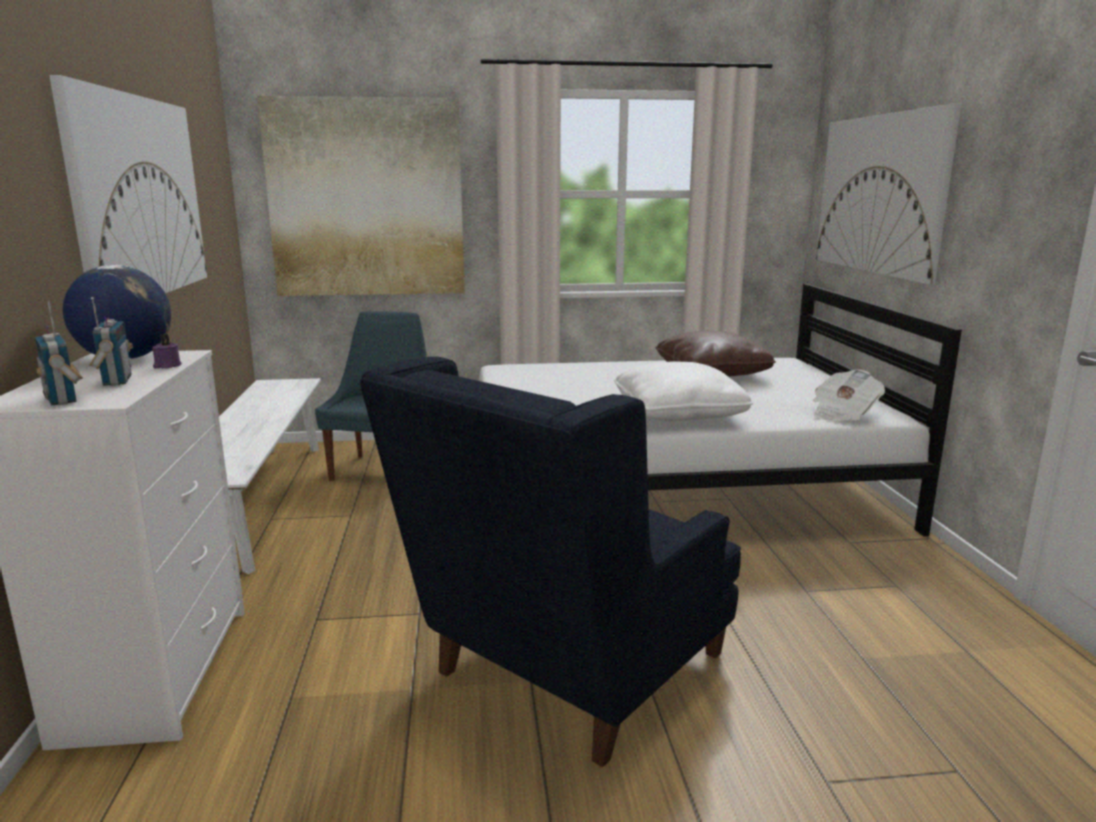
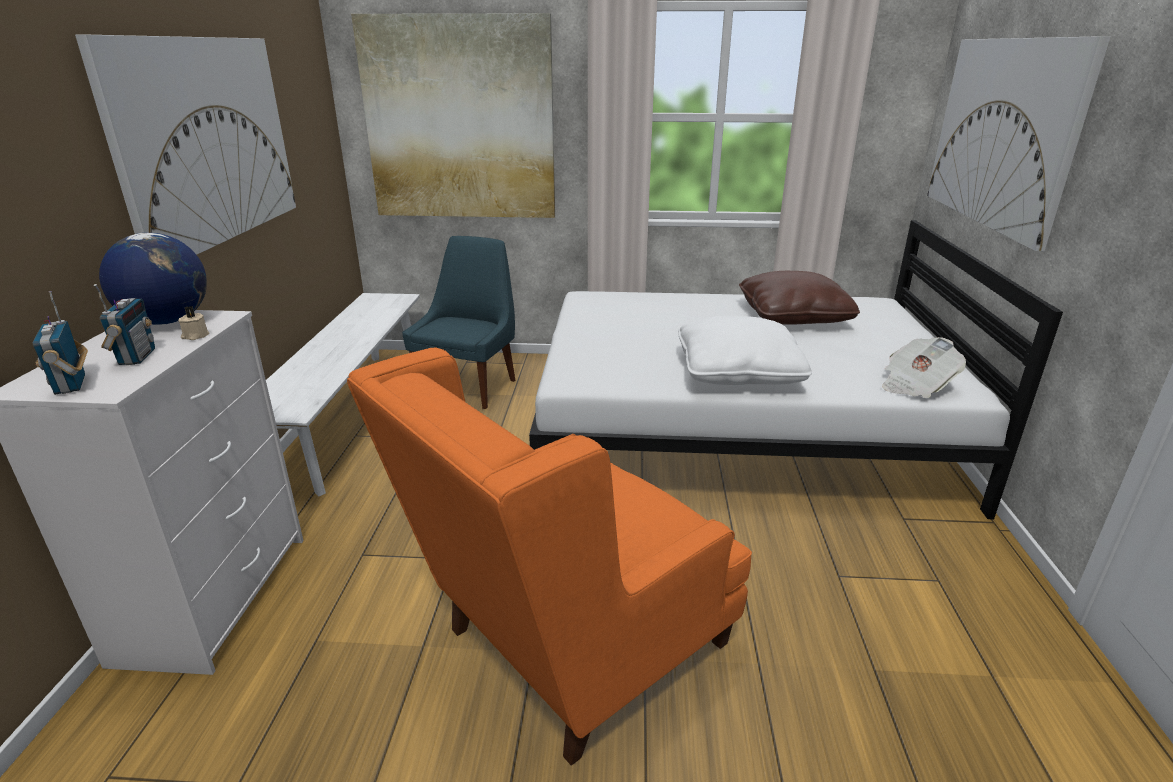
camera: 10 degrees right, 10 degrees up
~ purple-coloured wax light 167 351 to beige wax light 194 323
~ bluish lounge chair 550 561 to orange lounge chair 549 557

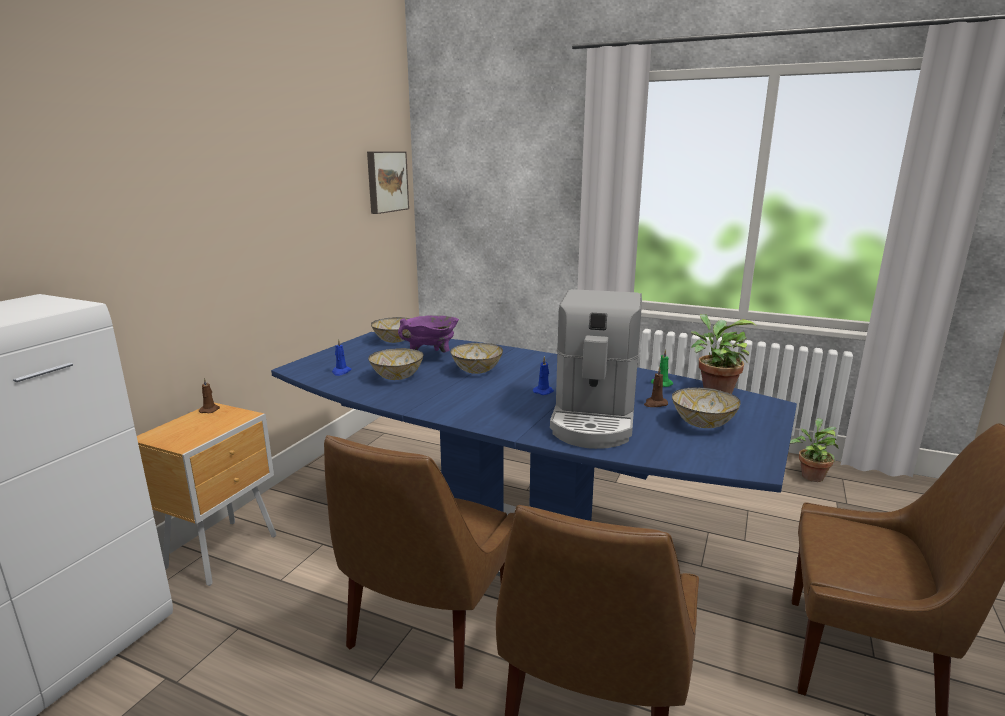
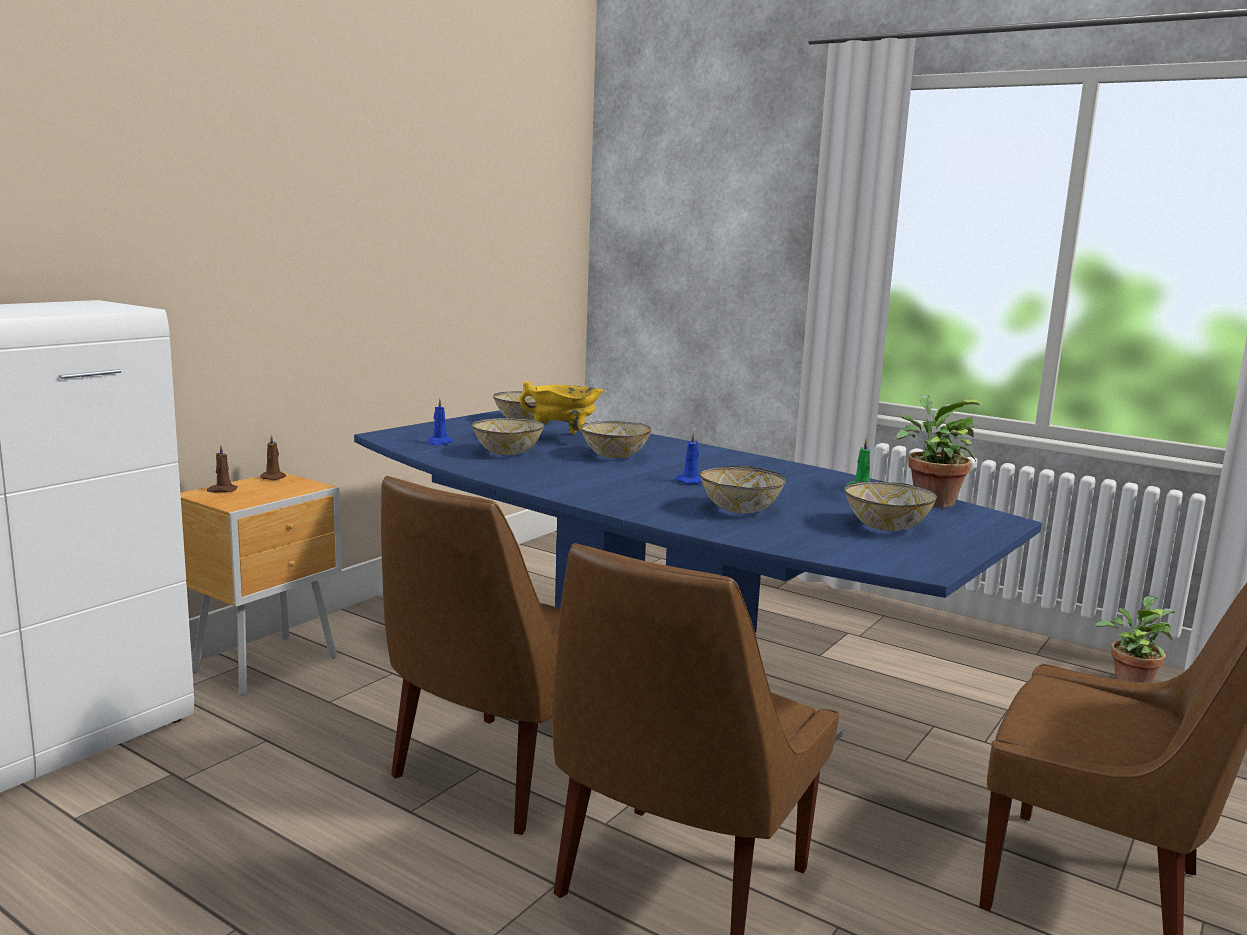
camera: 10 degrees right, 5 degrees down
- wall picture 388 183
~ brown wax light 656 387 to 222 468
~ coffee maker 596 369 to bowl 743 489
~ purple-coloured saucepot 428 334 to yellow saucepot 561 407

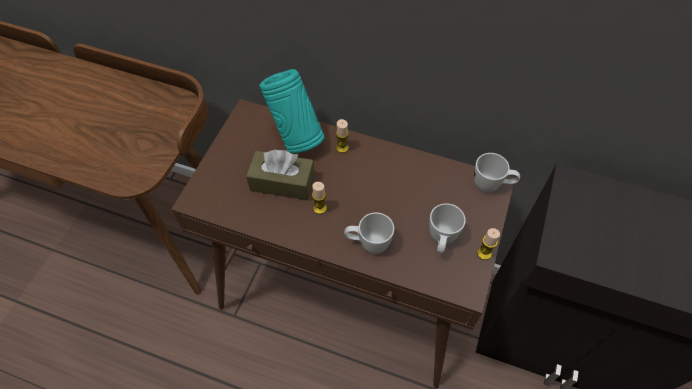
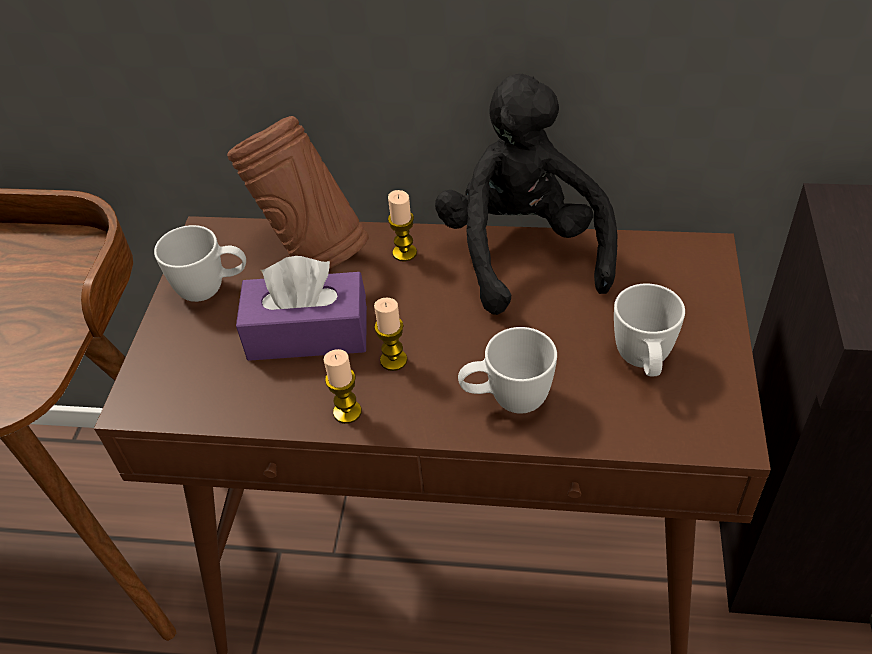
camera: 10 degrees left, 10 degrees down
+ blackish plush toy 526 194
~ white-coloured tea mug 497 172 to 200 263
~ wax light 488 244 to 343 386
~ brown tissue box 280 175 to purple-coloured tissue box 301 308
~ turquoise-coloured decorative vase 291 111 to brown decorative vase 298 192

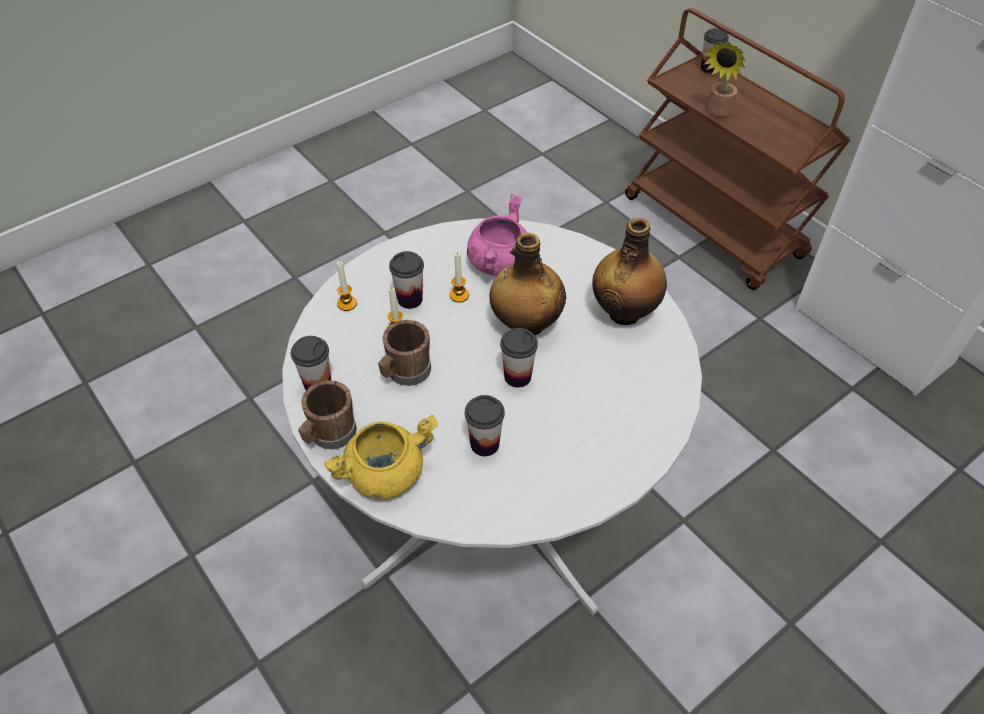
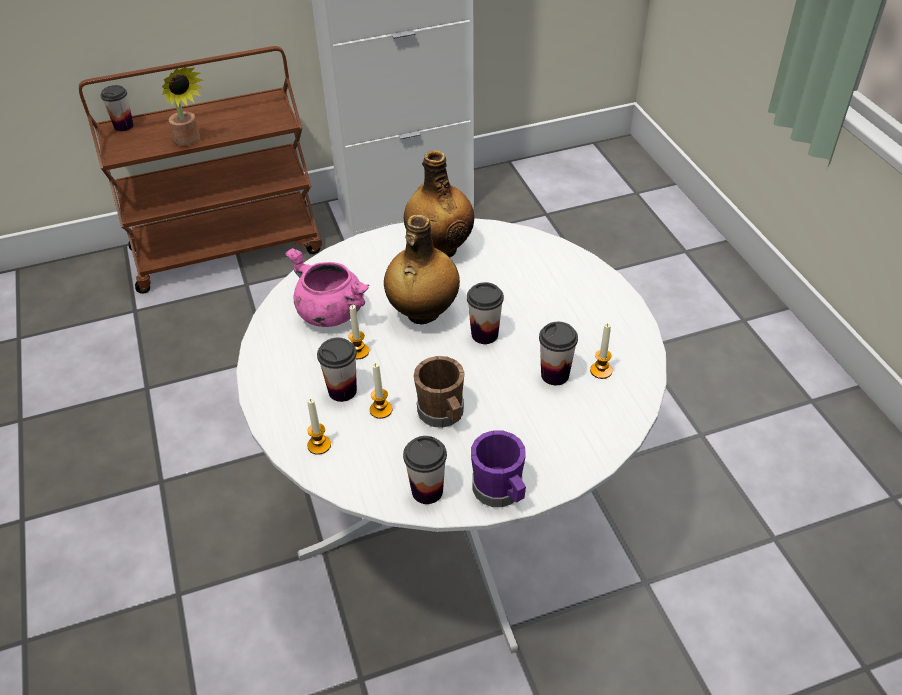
camera: 70 degrees left, 5 degrees down
- yellow saucepot 381 456
+ wax light 601 351
~ brown tea mug 327 415 to purple-coloured tea mug 498 468

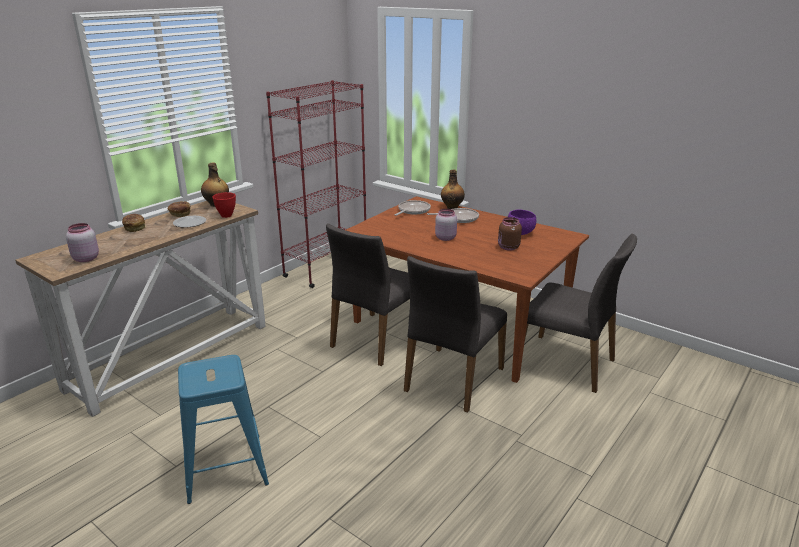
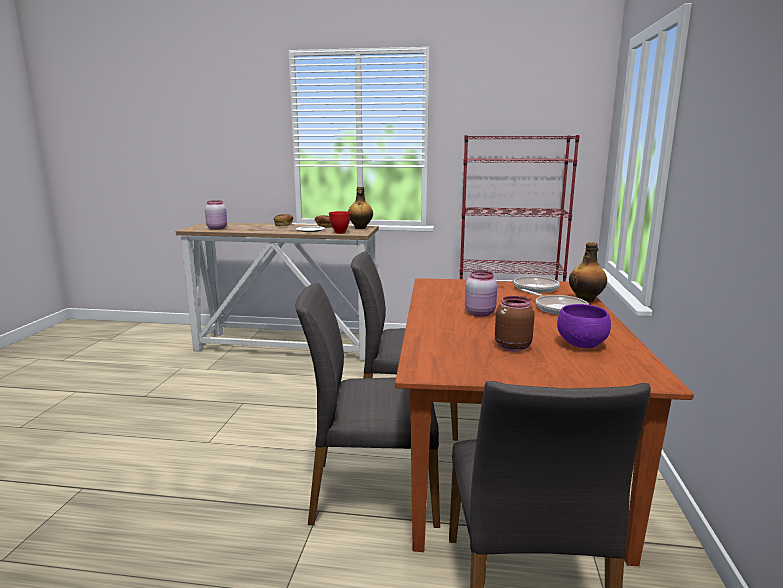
camera: 60 degrees right, 10 degrees down
- bluish stool 223 429

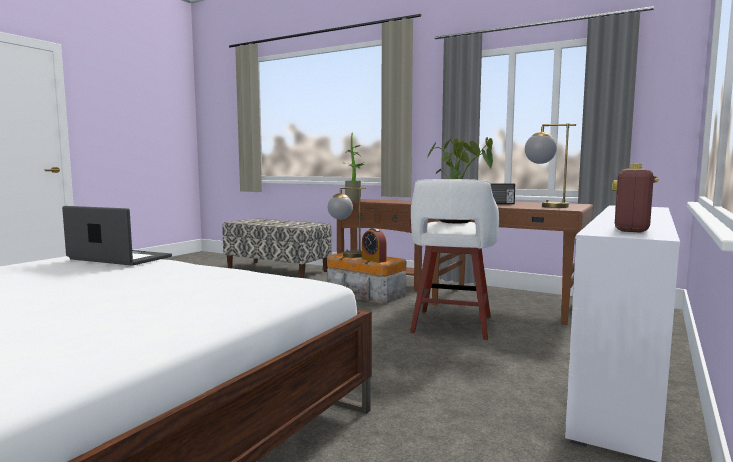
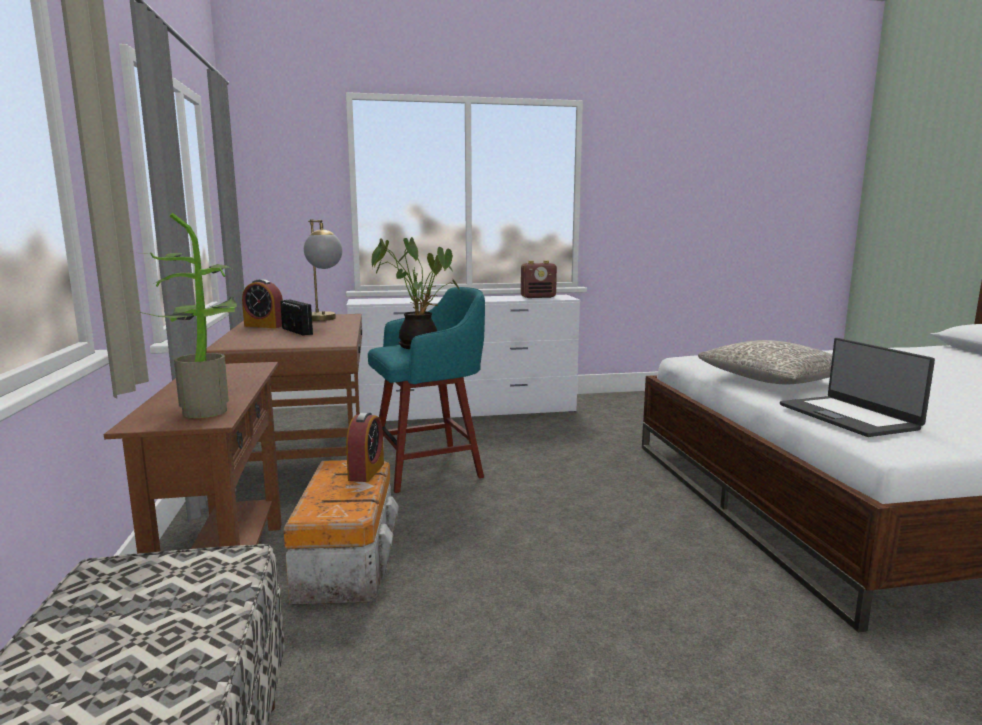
camera: 130 degrees left, 5 degrees up
- tabletop lamp 347 222
+ bedside clock 262 303
+ grey throw pillow 765 362
~ white-coloured stool 454 259 to turquoise-coloured stool 426 390

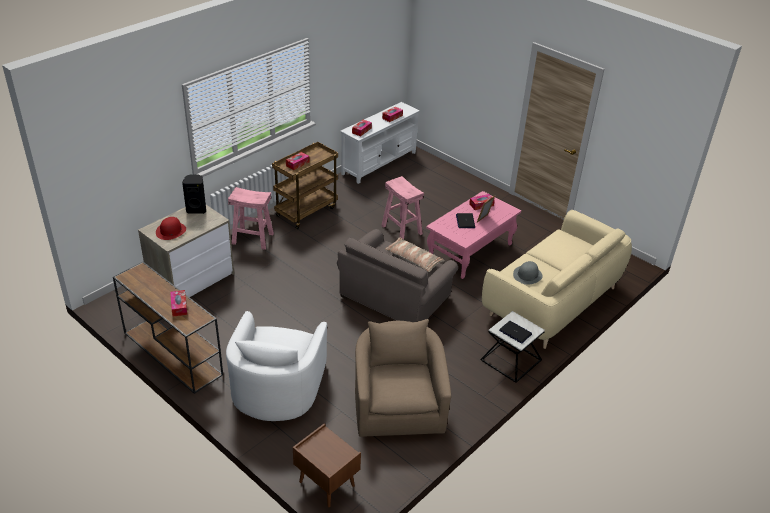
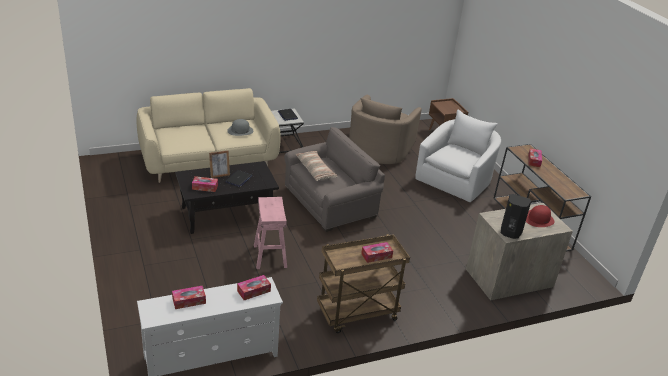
camera: 155 degrees left, 5 degrees down
- pink-coloured stool 251 218
~ pink-coloured coffee table 473 235 to blackish coffee table 227 197

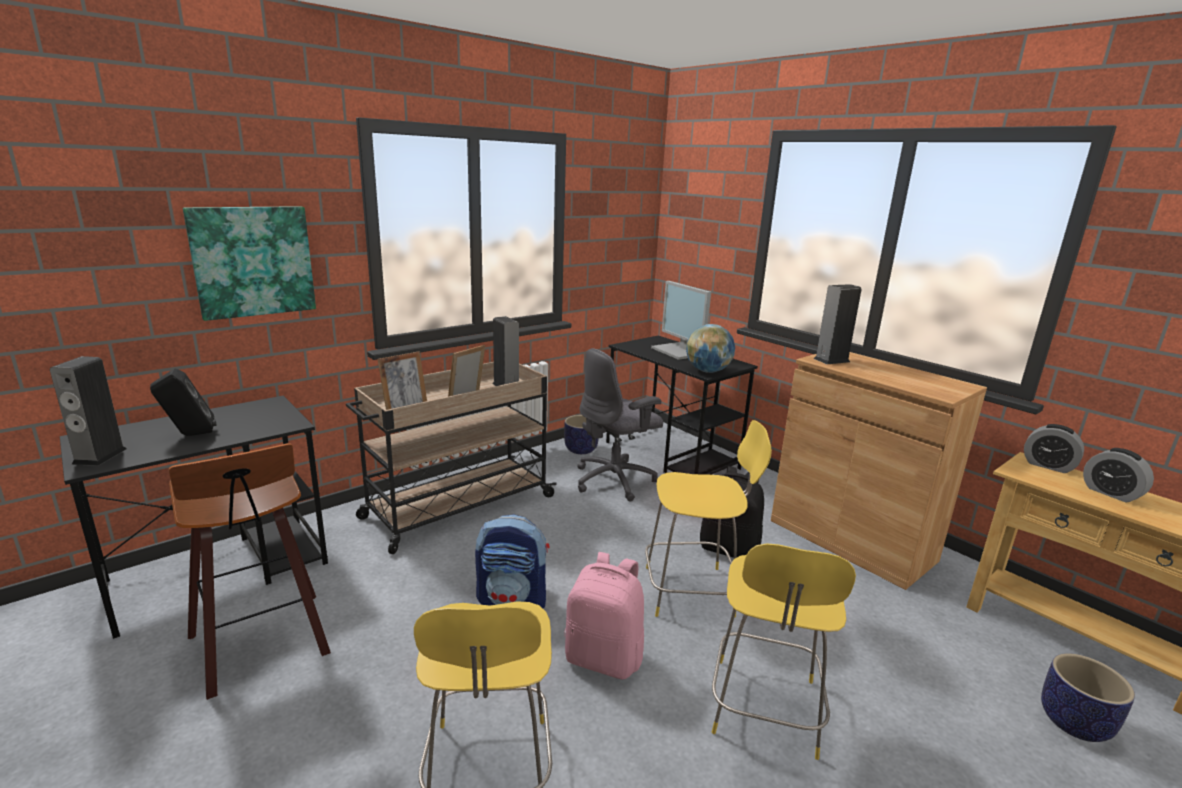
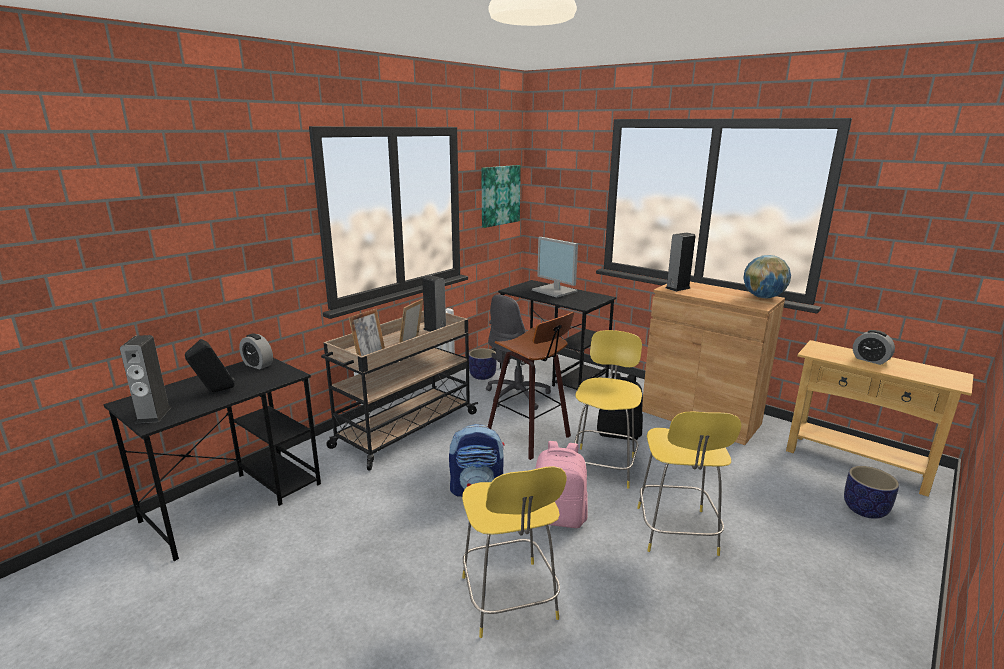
camera: 10 degrees left, 0 degrees up
~ stool 250 571 to 531 386
~ wall picture 249 263 to 501 196
~ globe 710 348 to 767 276
~ bedside clock 1054 448 to 256 352
~ yellow upright chair 708 519 = 608 409 60 degrees counterclockwise

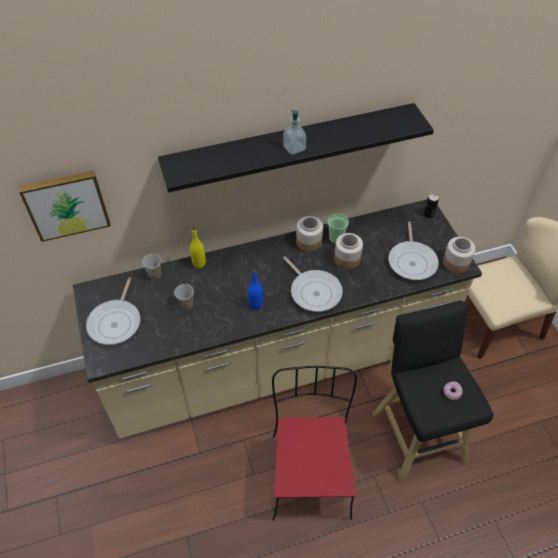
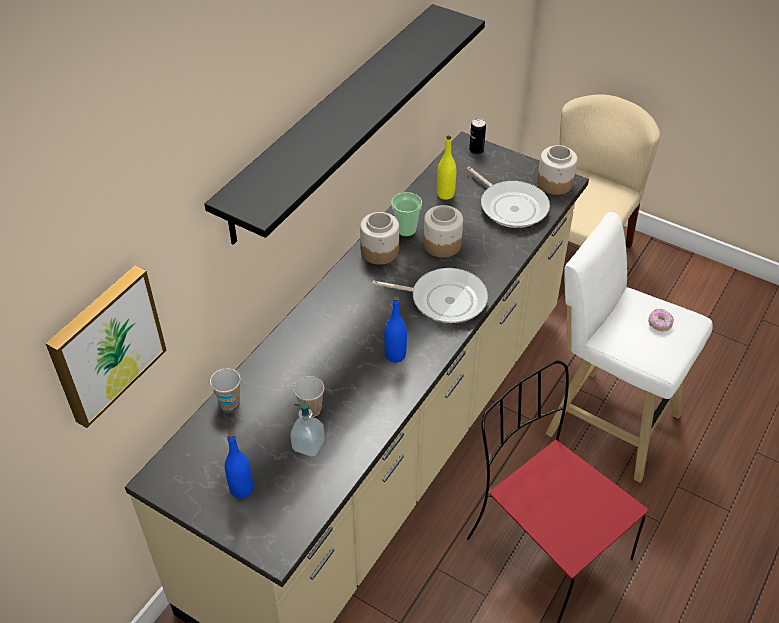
camera: 40 degrees left, 5 degrees down
~ yellow drink bottle 198 247 to 446 168
~ liquid soap bottle 294 132 to 308 429
~ skillet 113 311 to bluish drink bottle 239 465
~ blackish stool 432 391 to white-coloured stool 629 347

